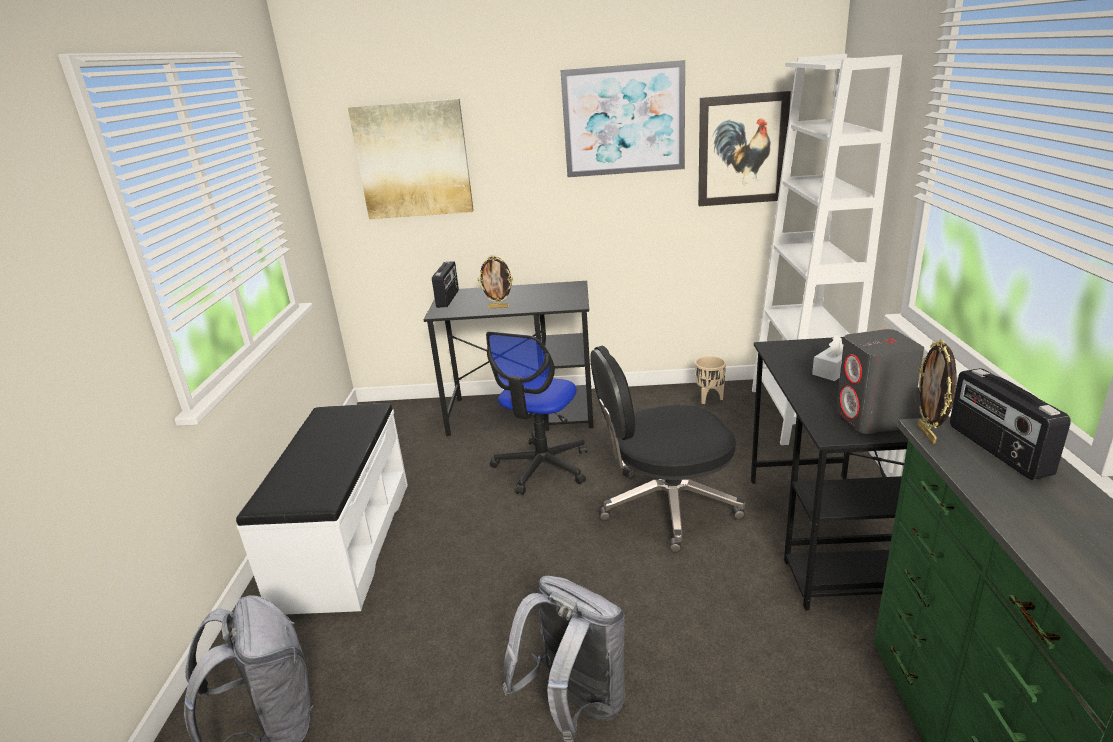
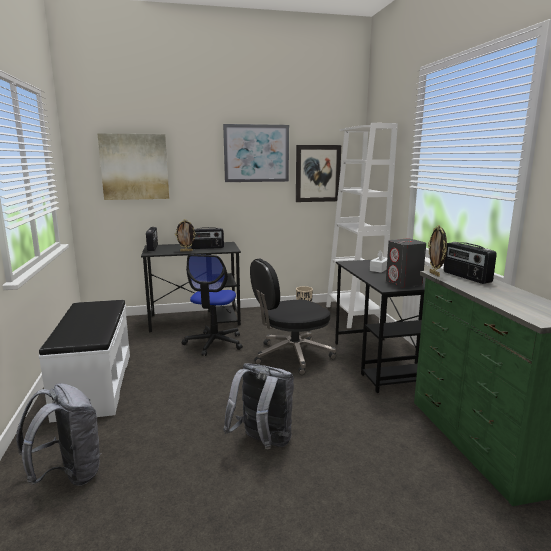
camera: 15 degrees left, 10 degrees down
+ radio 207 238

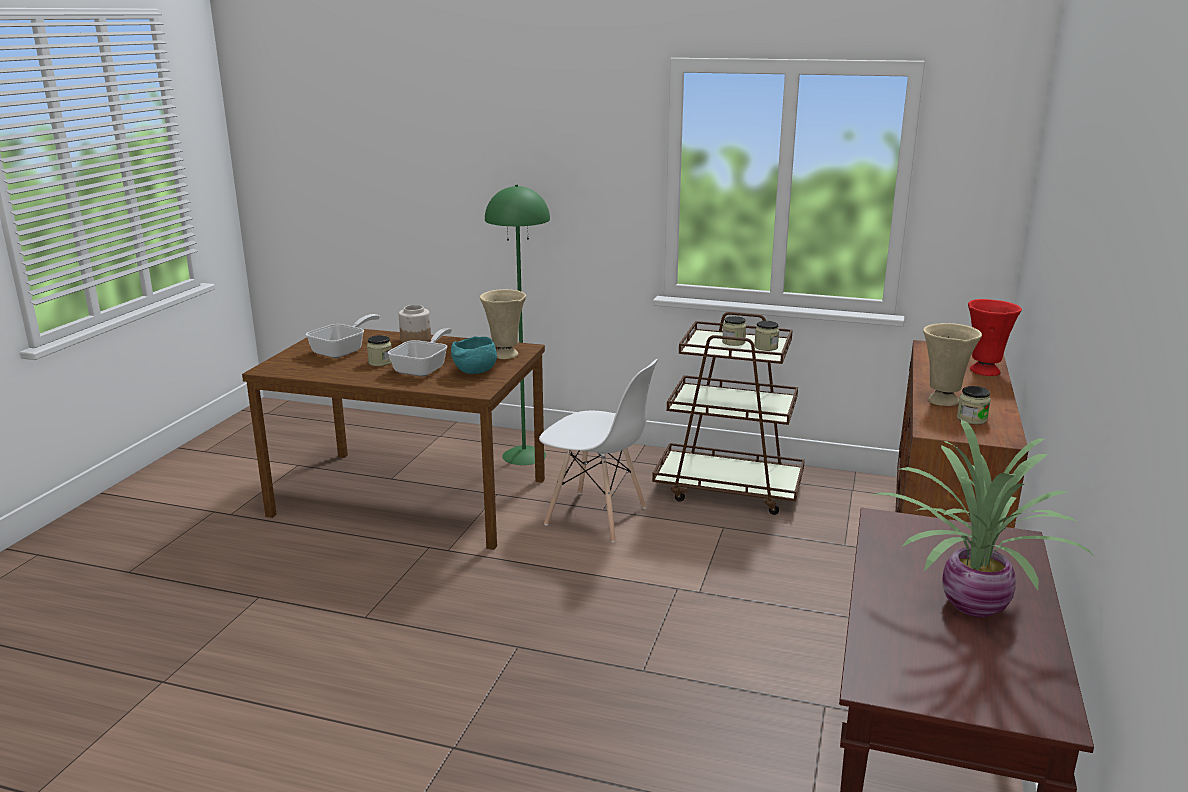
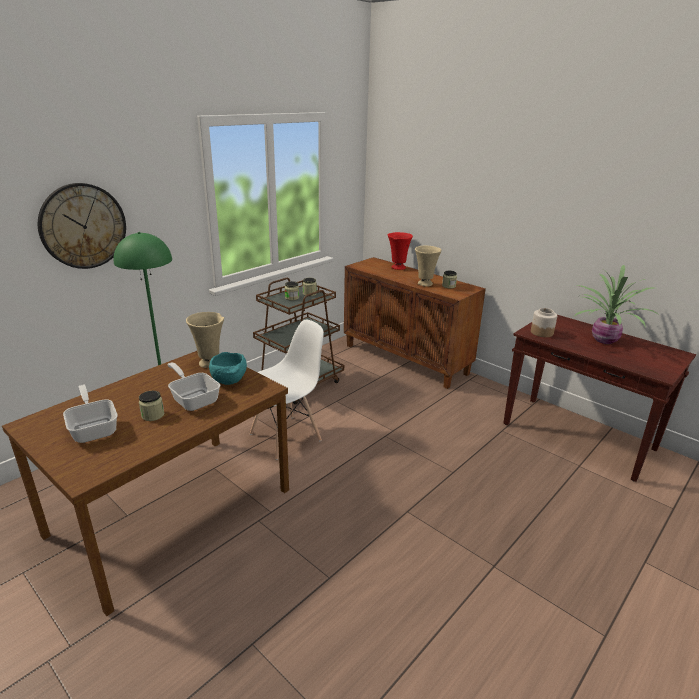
camera: 65 degrees left, 5 degrees up
+ clock on the wall 82 226
~ preserve jar 415 324 to 544 322

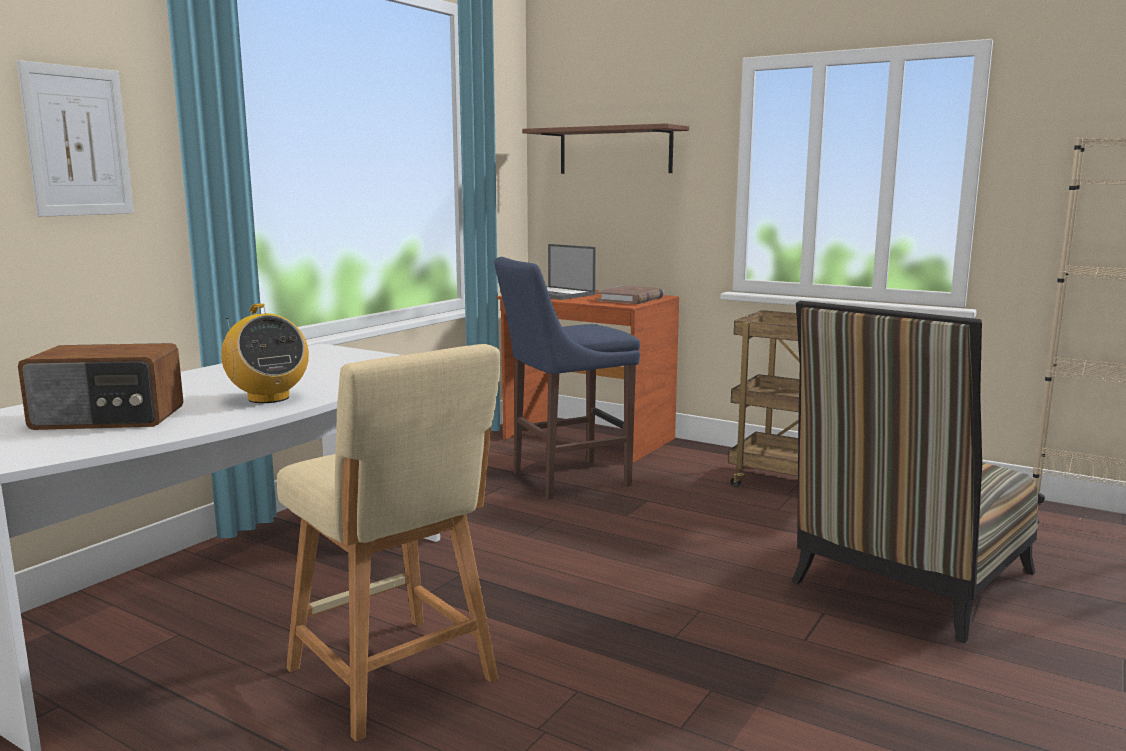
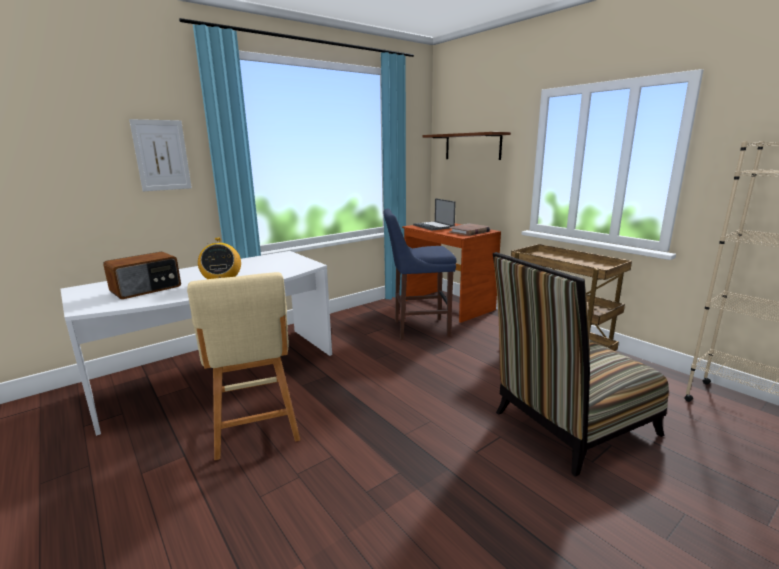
camera: 20 degrees right, 5 degrees up
~ radio 100 386 = 142 275 60 degrees counterclockwise

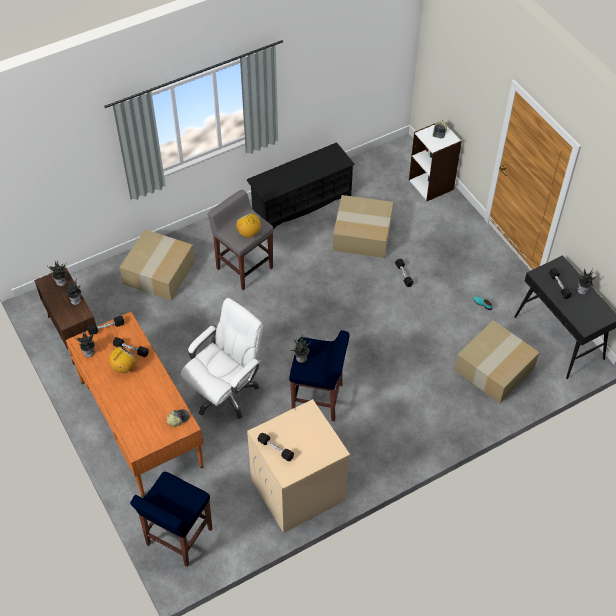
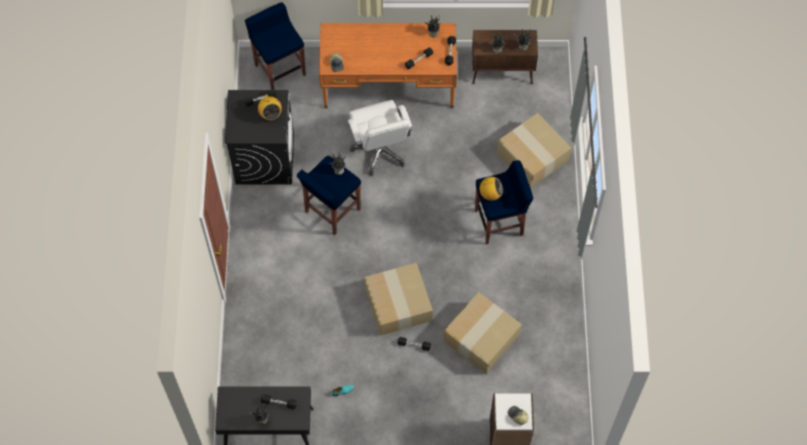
camera: 120 degrees right, 10 degrees up
- blackish shoe stand 301 186
~ radio 123 359 to 270 107
~ carton 497 361 to 398 299
~ grey stool 240 240 to bluish stool 504 202
~ beige washing machine 298 466 to blackish washing machine 259 137

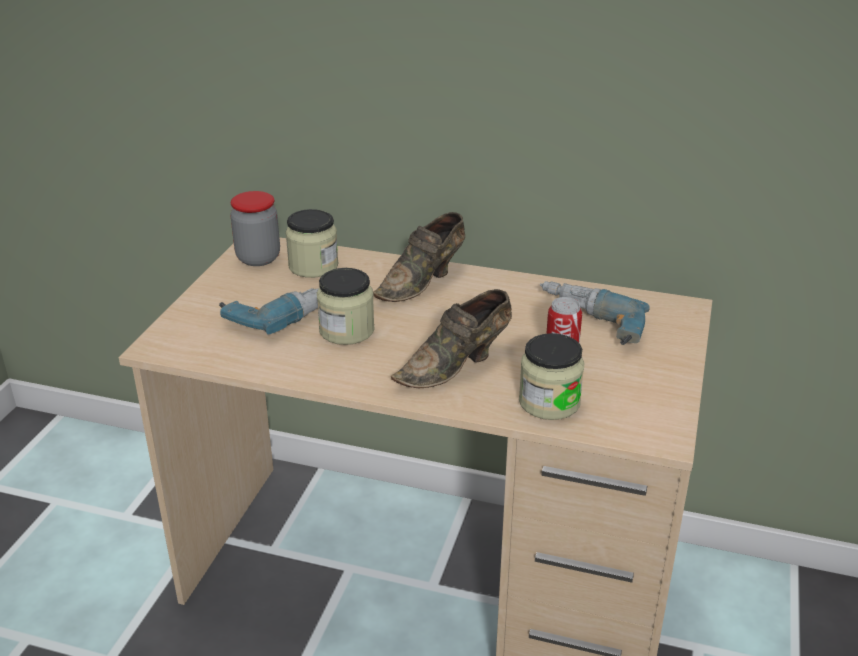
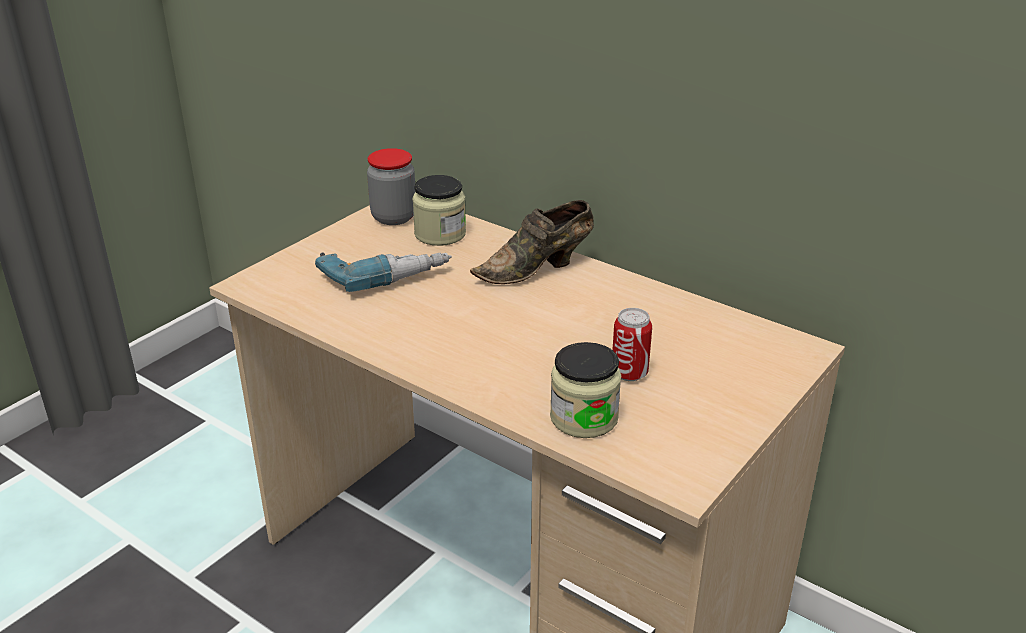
camera: 20 degrees right, 0 degrees up
- preserve jar 346 306
- brown shoe 451 338
- electric drill 595 313

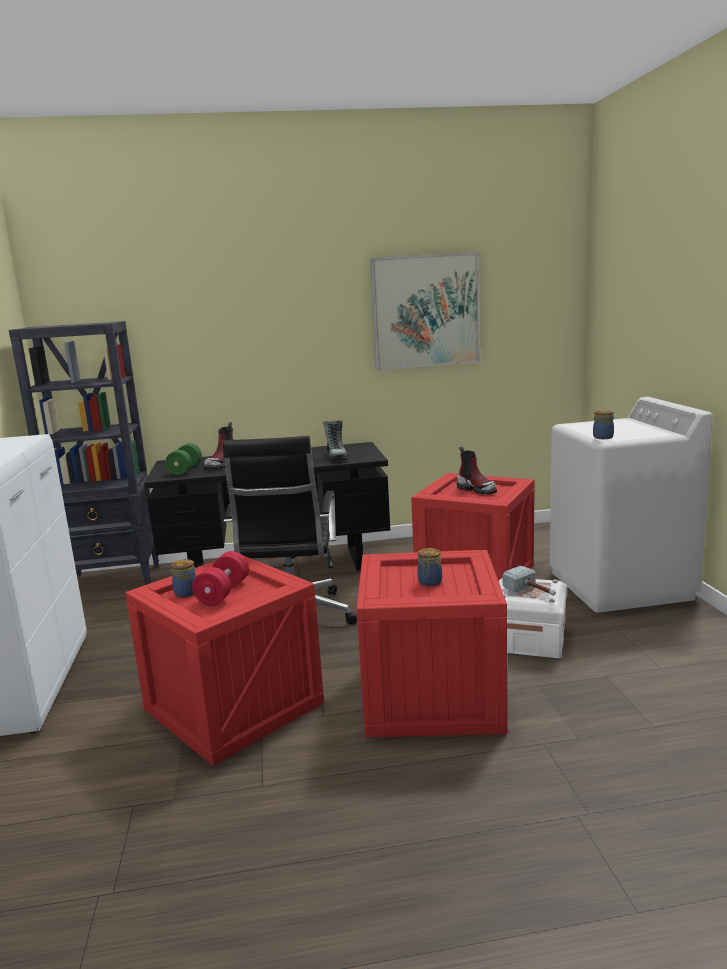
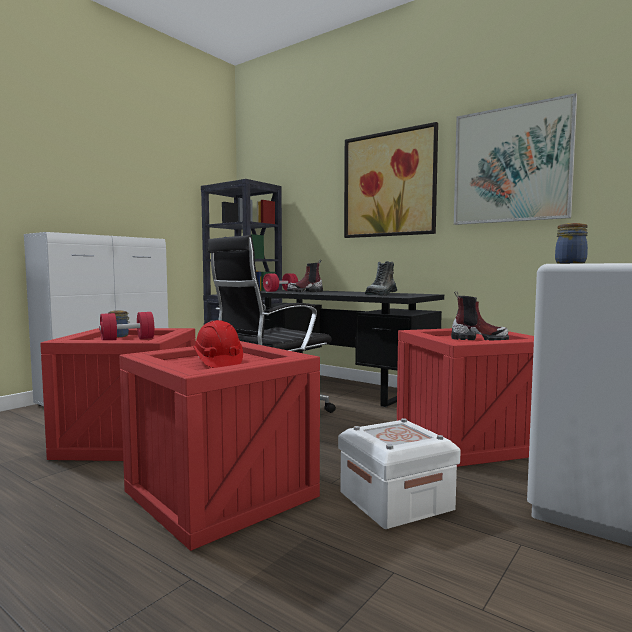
camera: 45 degrees right, 10 degrees down
- tool hammer 529 581
+ wall picture 391 180
~ preserve jar 429 567 to red-coloured work helmet 218 344
~ green-coloured free weight 183 459 to red-coloured free weight 280 282
~ boot 477 470 = 480 316 75 degrees counterclockwise

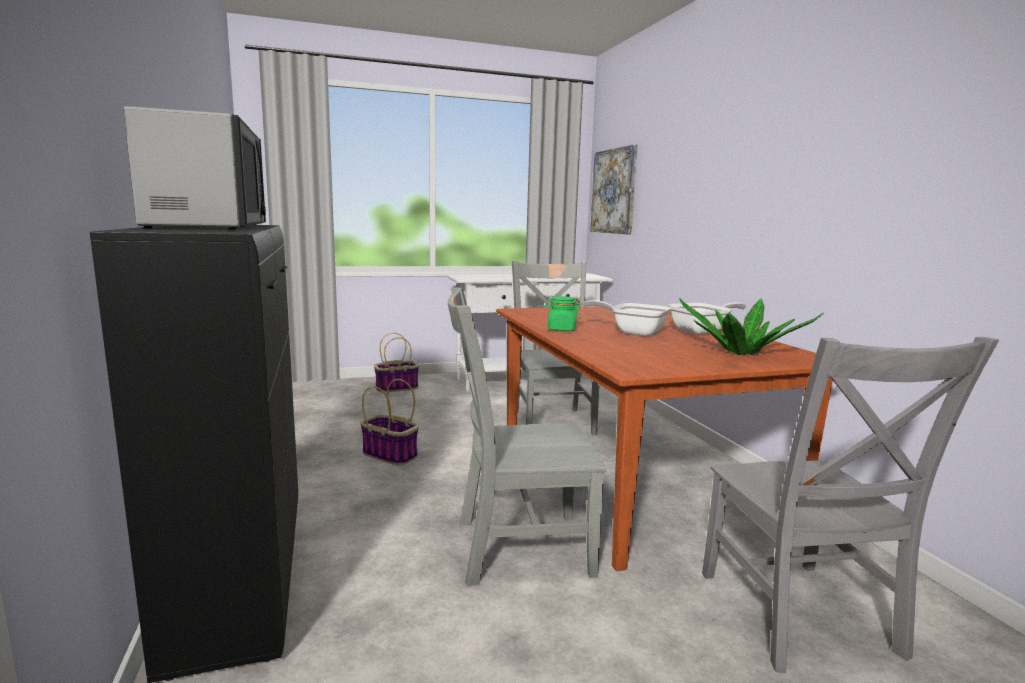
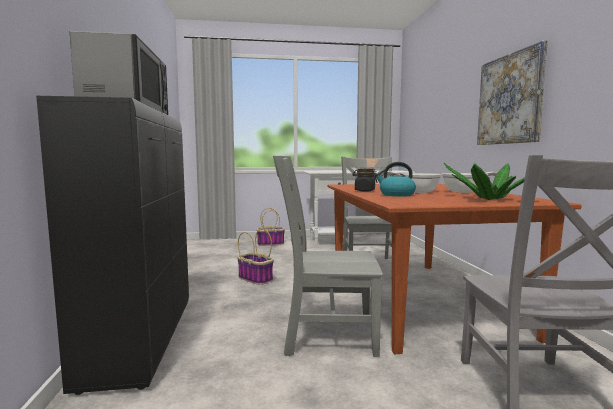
camera: 10 degrees right, 5 degrees down
+ tea kettle 395 179
~ wall picture 614 189 to 512 92
~ green-coloured preserve jar 562 313 to blackish preserve jar 365 180

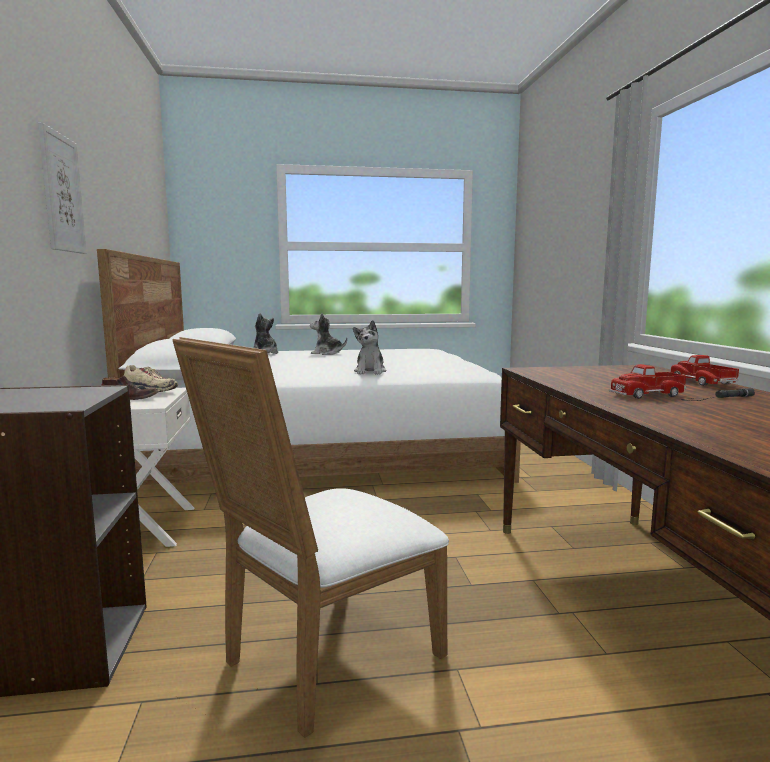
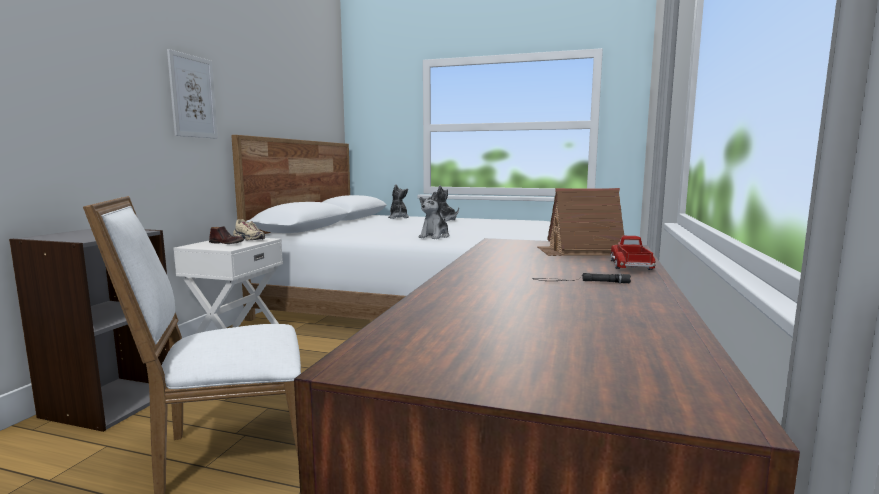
camera: 25 degrees right, 0 degrees up
- toy truck 648 381
+ toy house 581 222

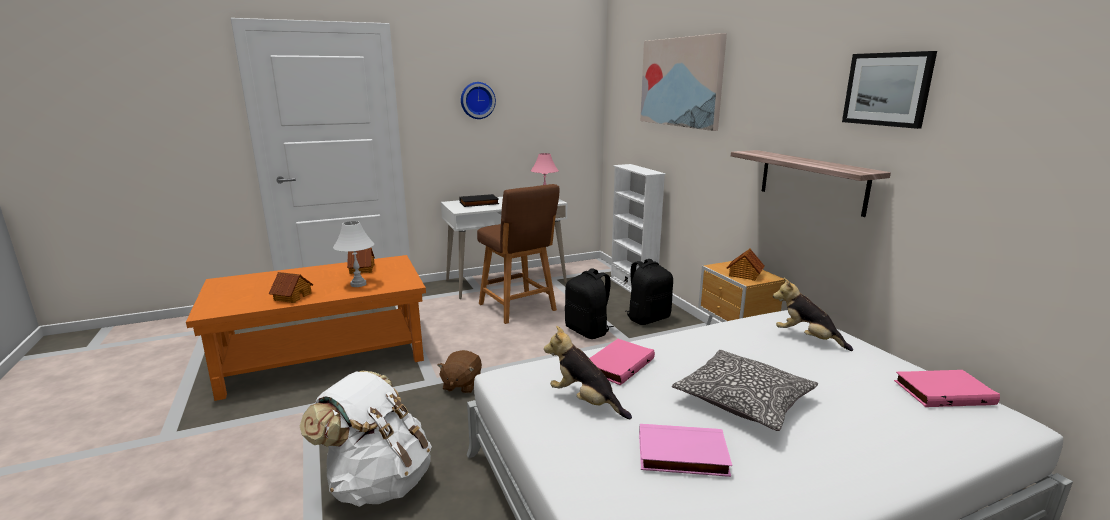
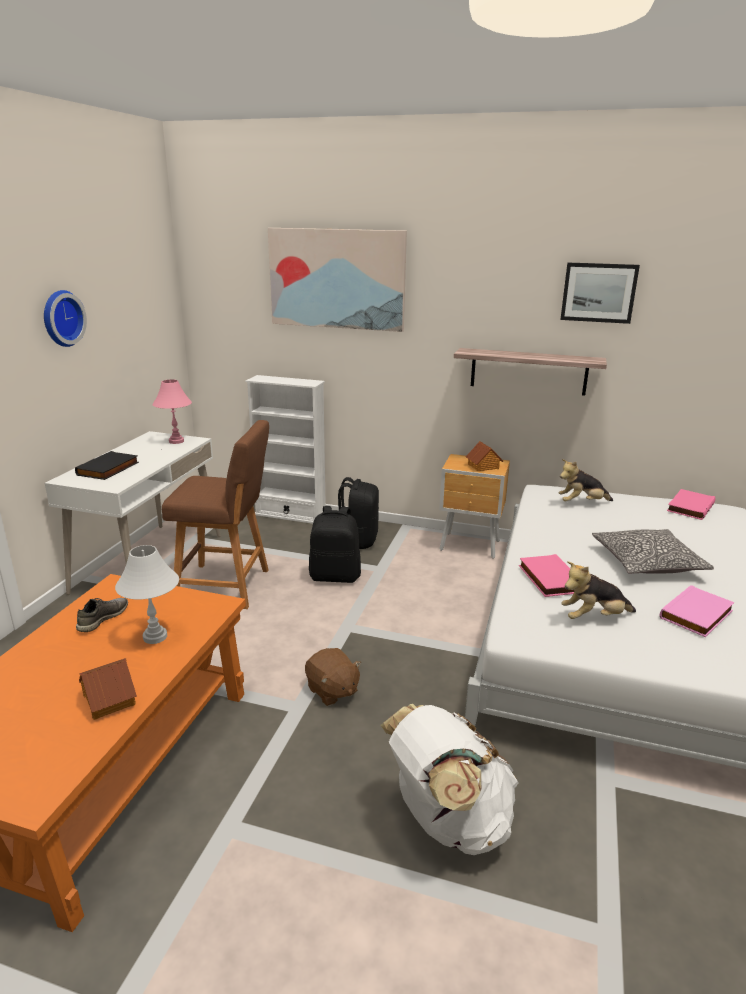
camera: 50 degrees left, 5 degrees up
~ toy house 361 261 to grey shoe 102 615

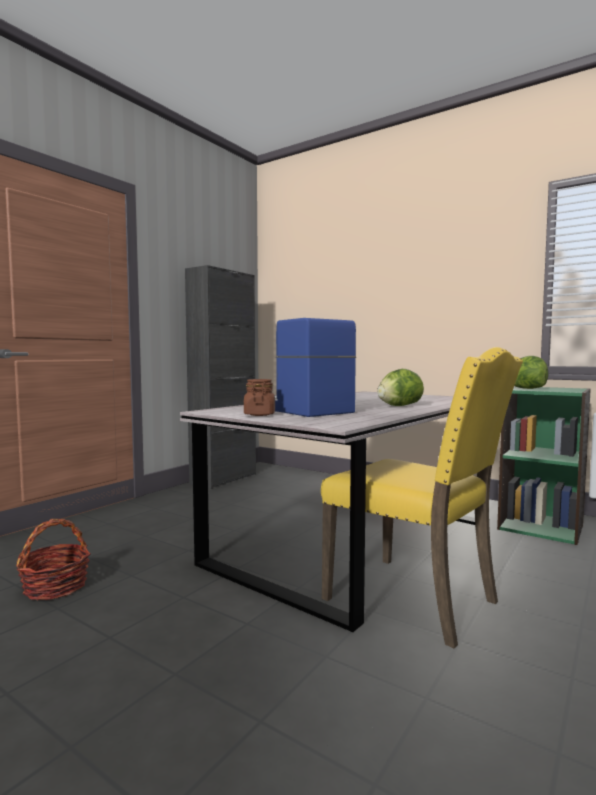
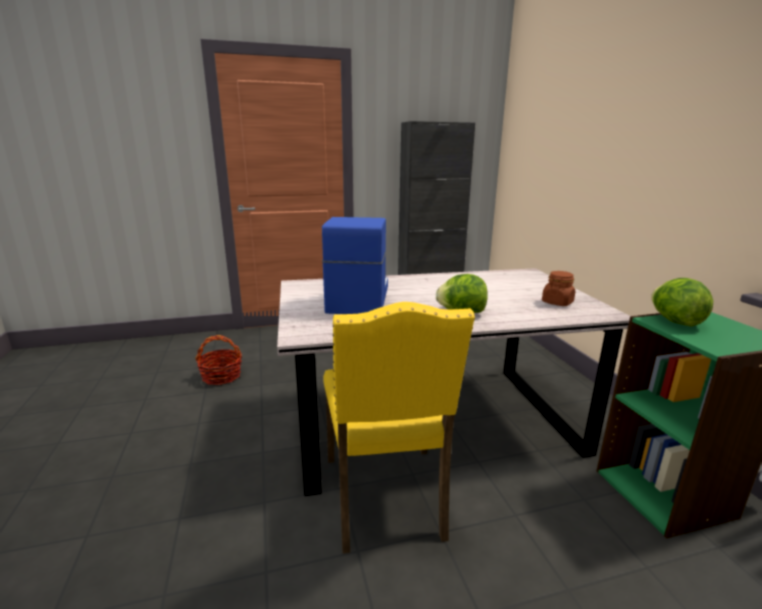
camera: 40 degrees right, 15 degrees up
~ brown preserve jar 259 397 to 558 288

